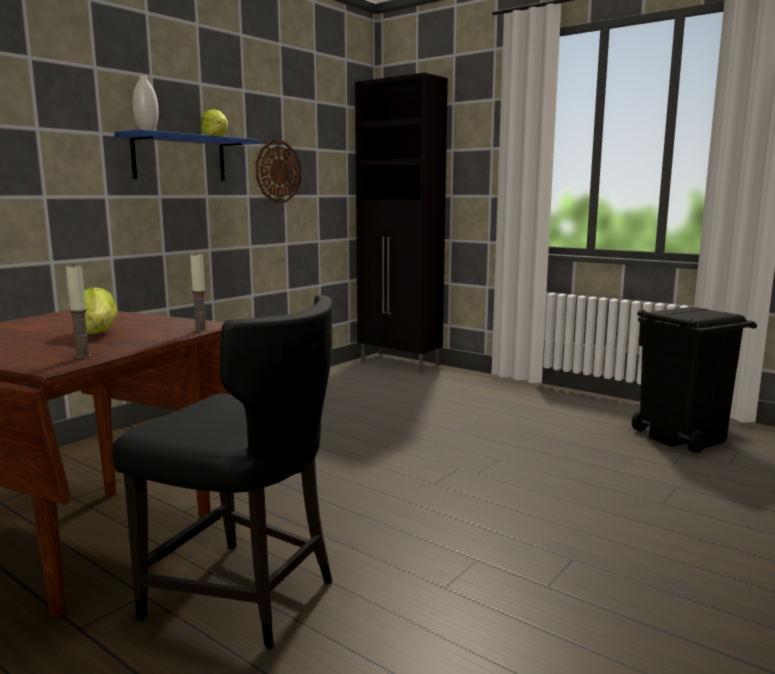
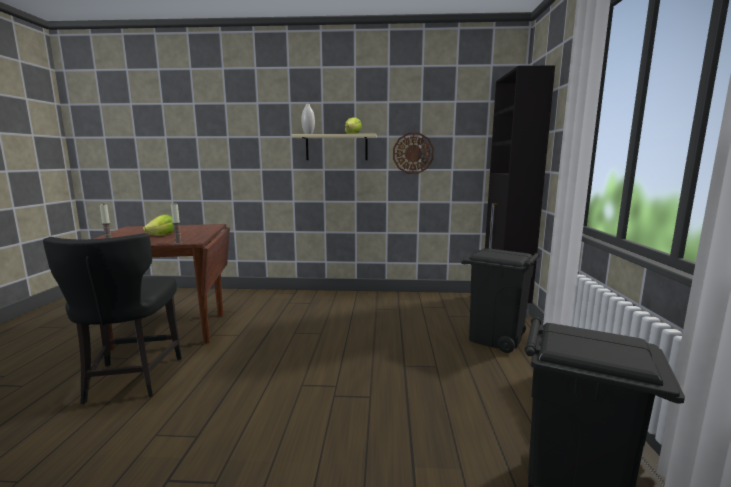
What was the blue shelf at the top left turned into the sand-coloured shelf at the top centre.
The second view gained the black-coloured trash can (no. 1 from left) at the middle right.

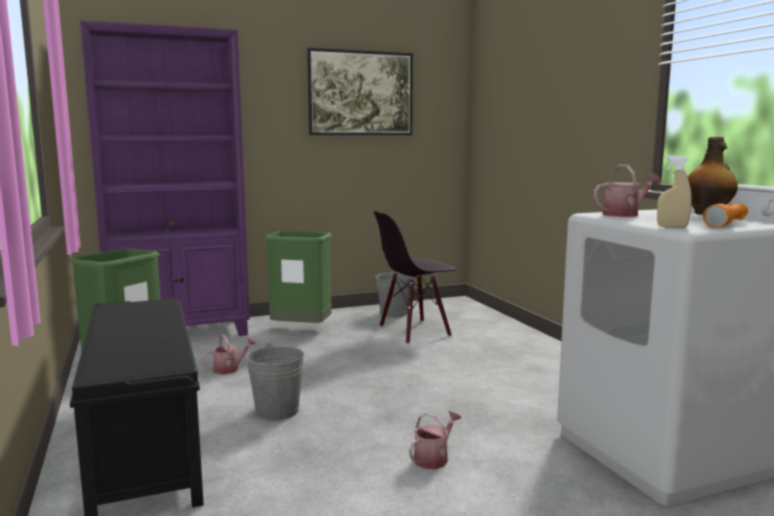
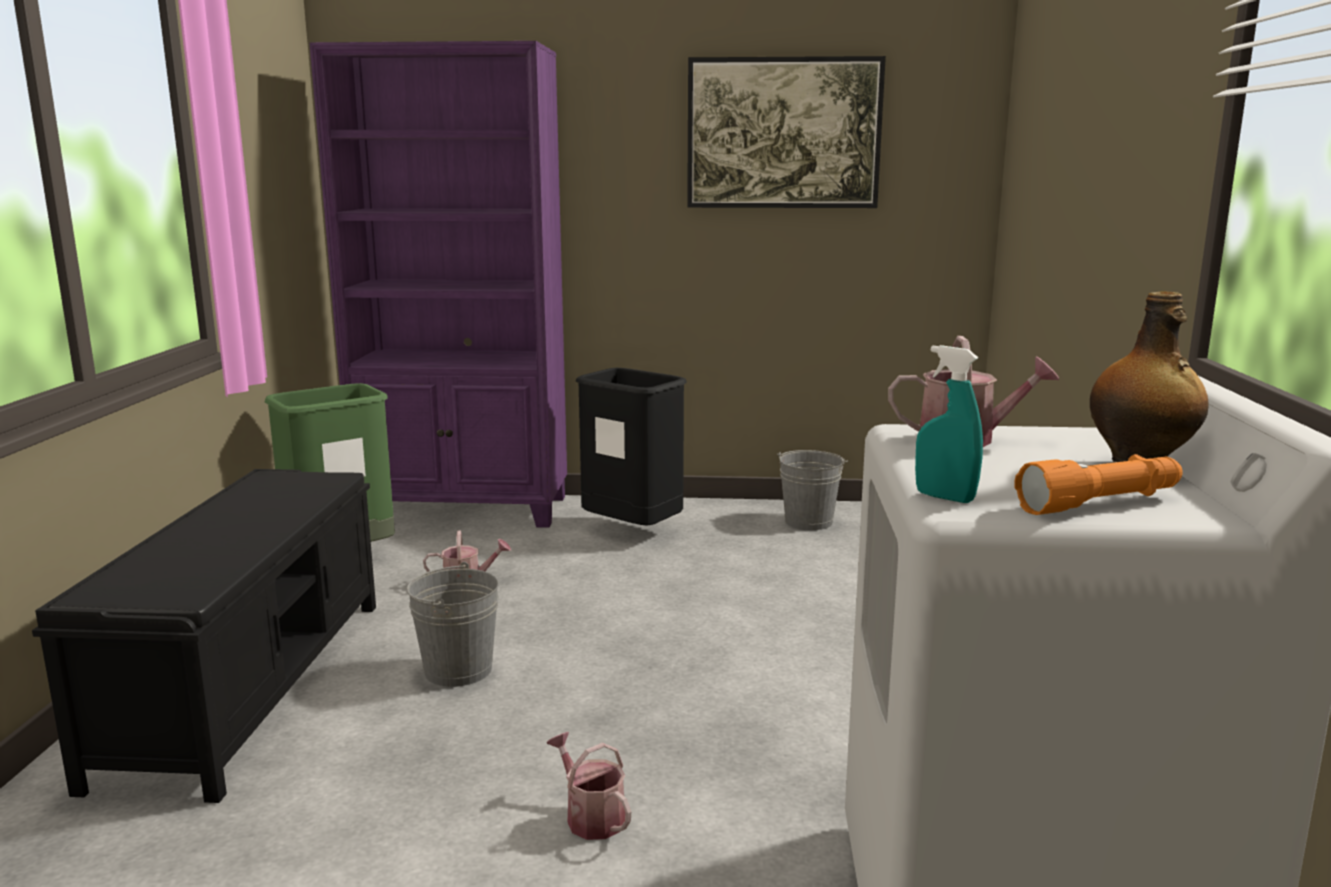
What was the sand-coloured sprayer at the middle right turned into the blue-green sprayer at the middle right.
The second view lost the black-coloured plain chair at the centre.
What was the green-coloured trash can (no. 2 from left) at the centre turned into the black-coloured trash can at the centre.
The sprinkling can (no. 2 from left) at the bottom centre ended up facing another way, 105 degrees counterclockwise from before.

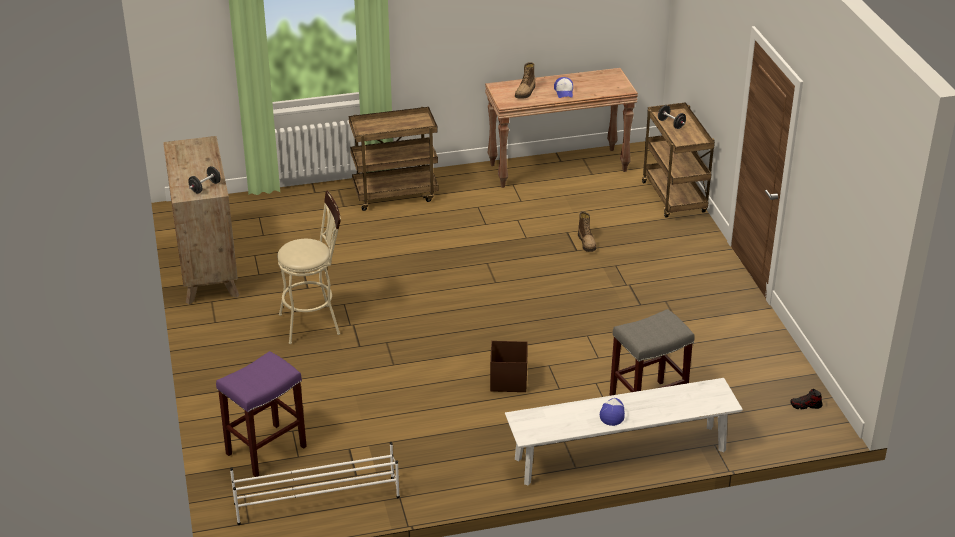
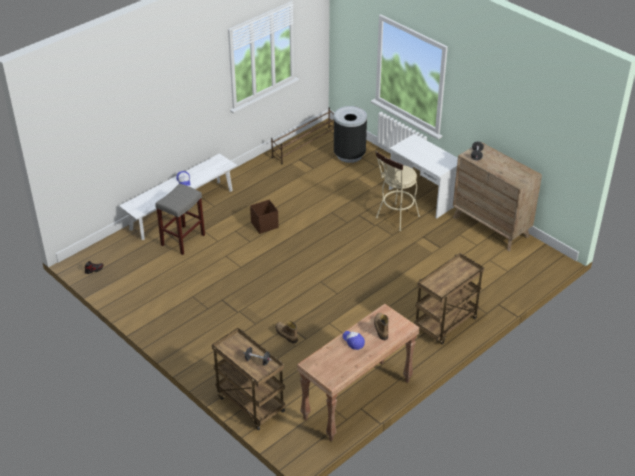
Where the purple stool seat stood at the bottom left, the black-coloured trash can came to stand at the top centre.
What was the white shoe shelf at the bottom left turned into the brown-coloured shoe shelf at the top centre.
The second view gained the white desk table at the centre.

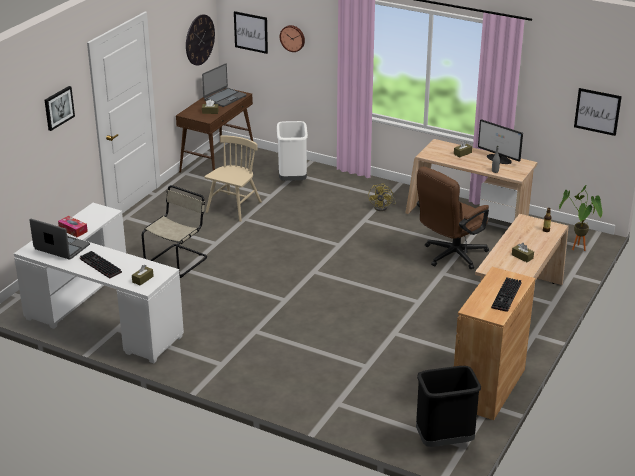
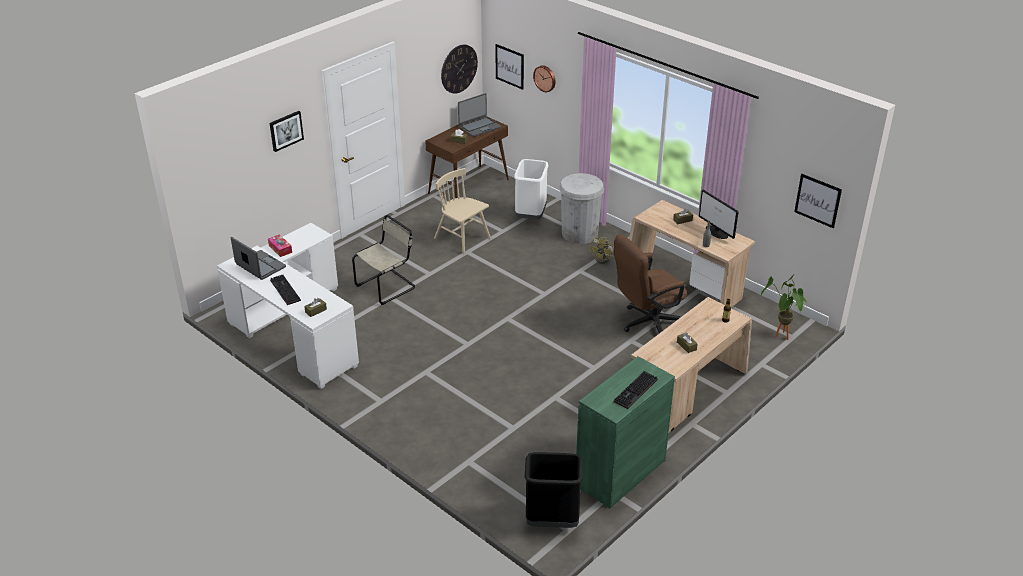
The sand-coloured plain chair (no. 2 from left) at the centre ended up facing another way, 90 degrees counterclockwise from before.
What was the brown-coloured storage cabinet at the bottom right turned into the green-coloured storage cabinet at the bottom centre.
The second view gained the white trash can (no. 2 from left) at the centre.

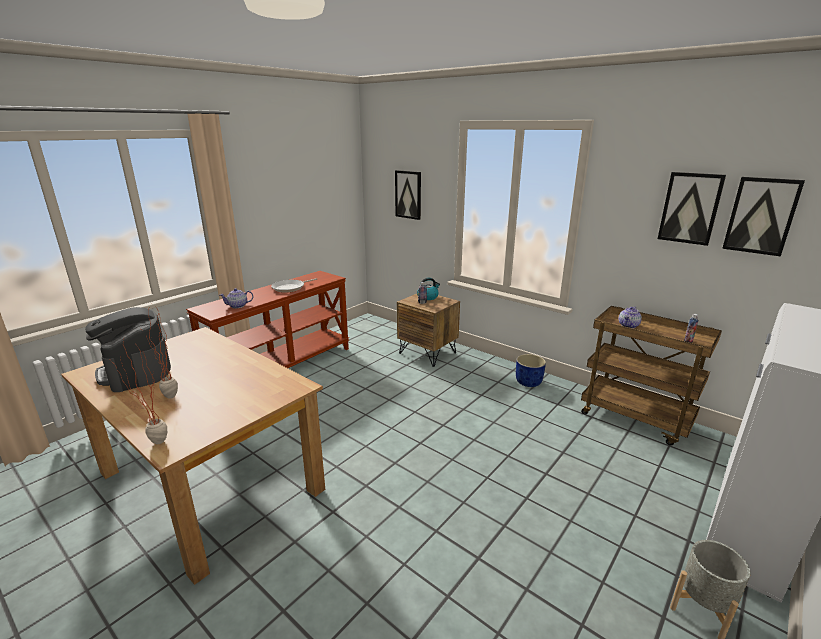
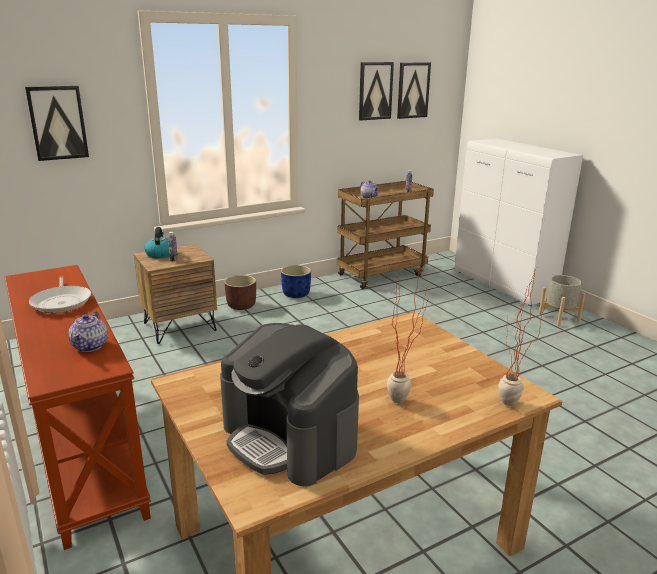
The coffee machine at the middle left ended up facing another way, 60 degrees clockwise from before.
The second view gained the brown-coloured plant pot at the centre.

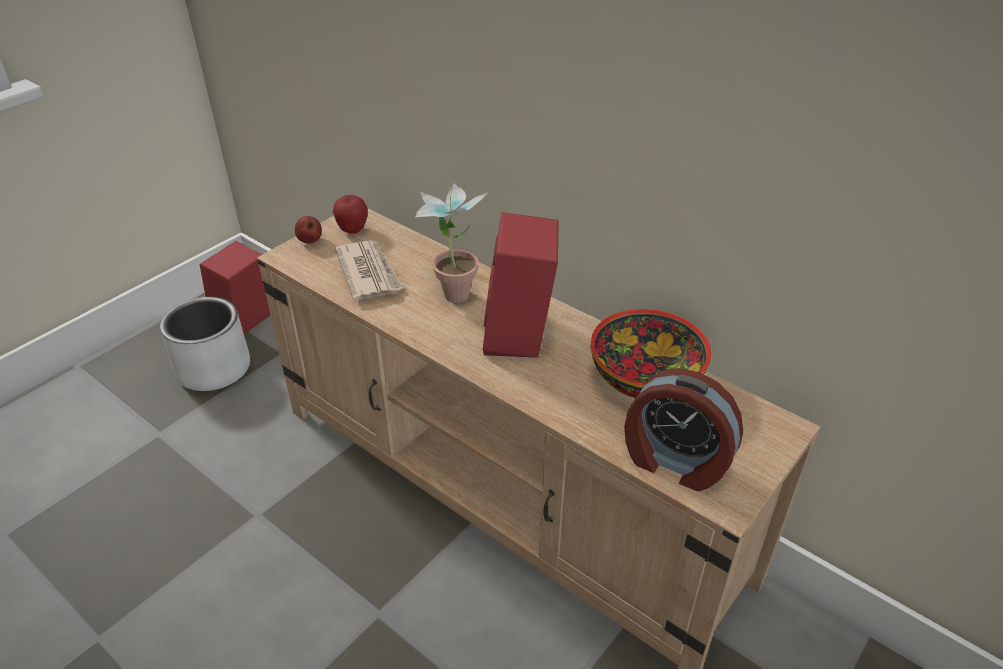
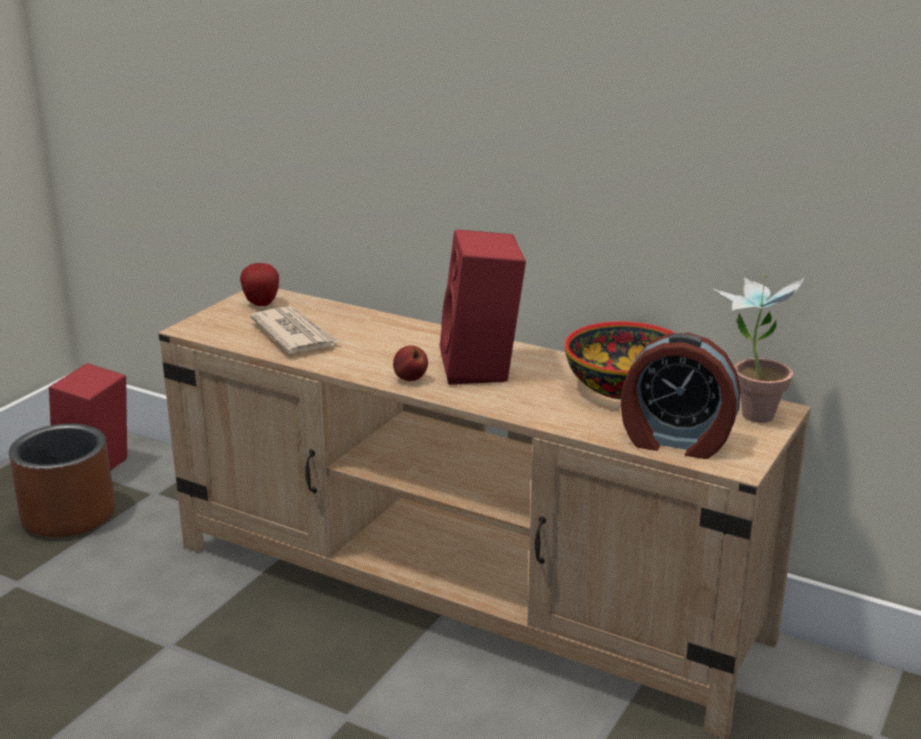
The potted plant ended up elsewhere, having gone from the centre to the middle right.
The whole apple (no. 1 from left in the first image) ended up elsewhere, having gone from the middle left to the centre.
What was the grey plant pot at the middle left turned into the brown-coloured plant pot at the middle left.

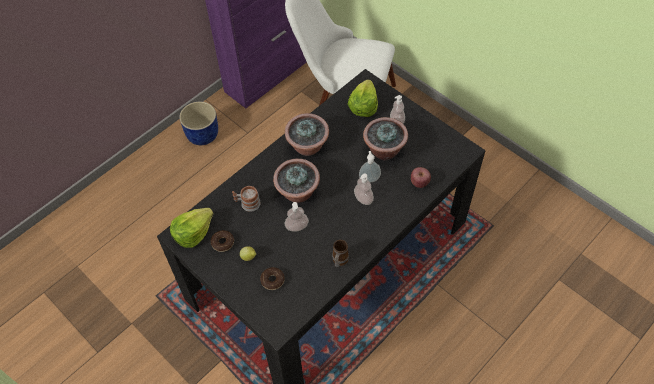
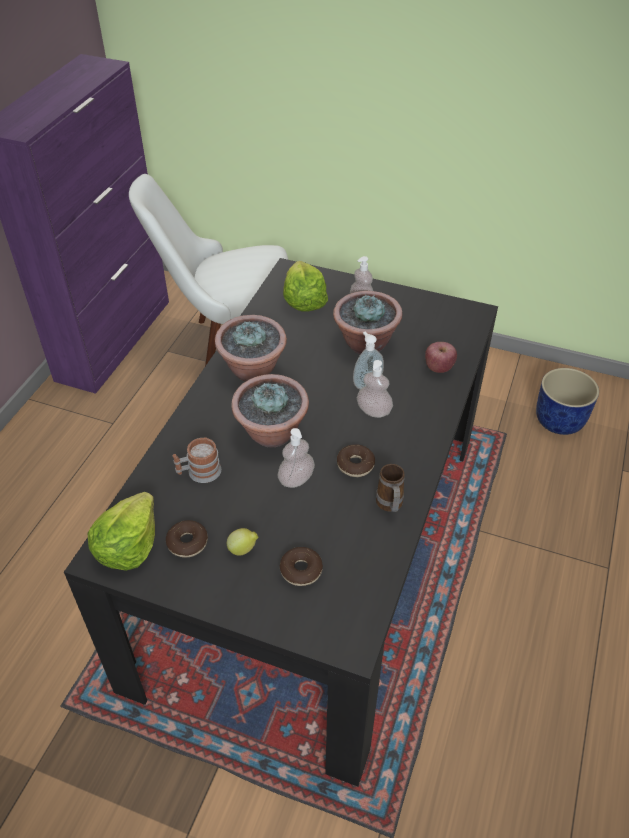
The blue plant pot ended up elsewhere, having gone from the top left to the middle right.
The second view gained the ring doughnut (no. 3 from left) at the centre.

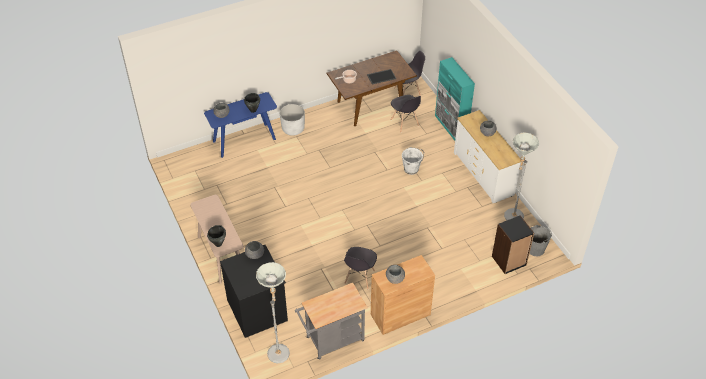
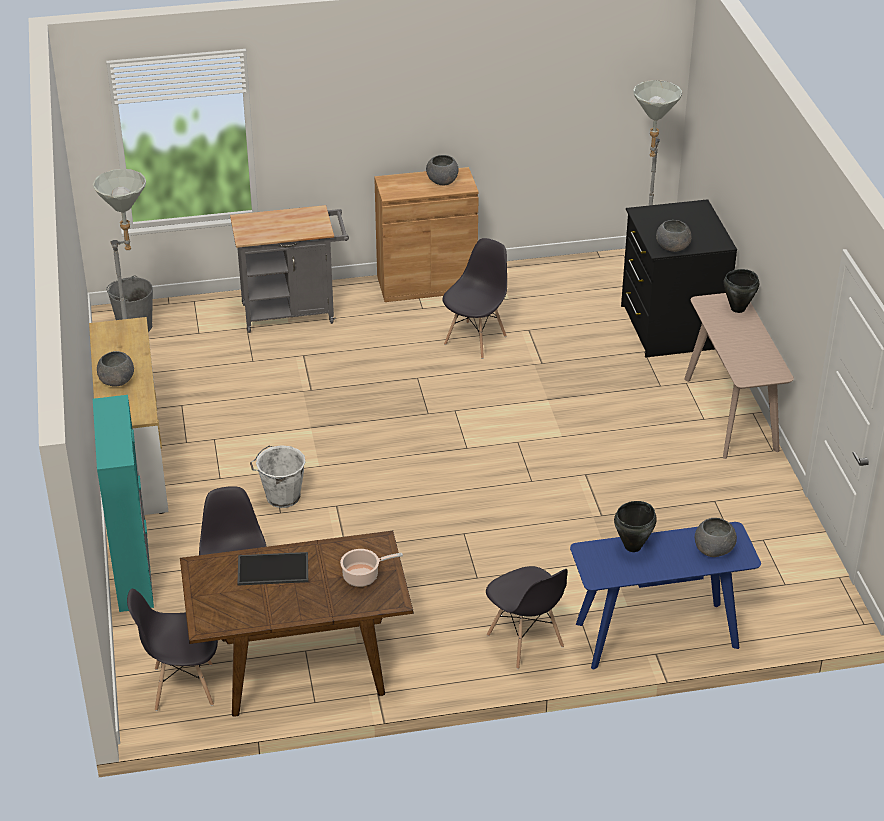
Where the white plant pot stood at the top centre, the grey plain chair (no. 4 from left) came to stand at the bottom centre.
The second view lost the black-coloured shelving unit at the middle right.
The grey trolley ended up elsewhere, having gone from the bottom centre to the top left.

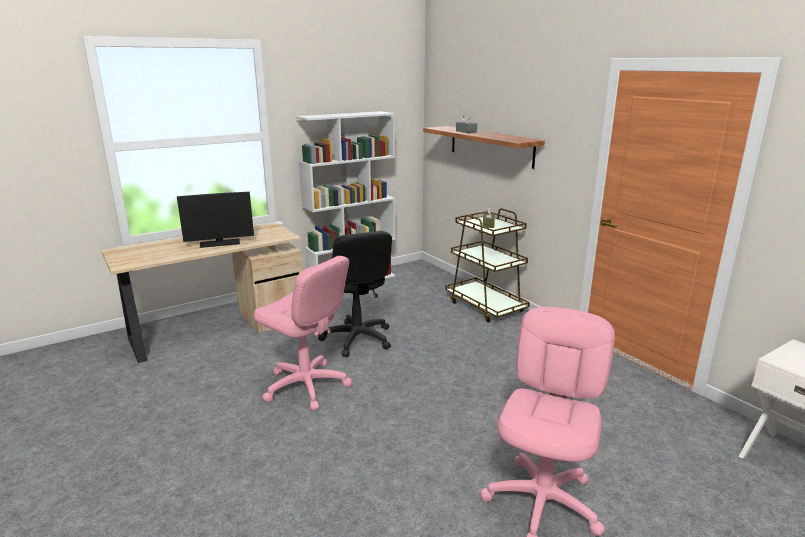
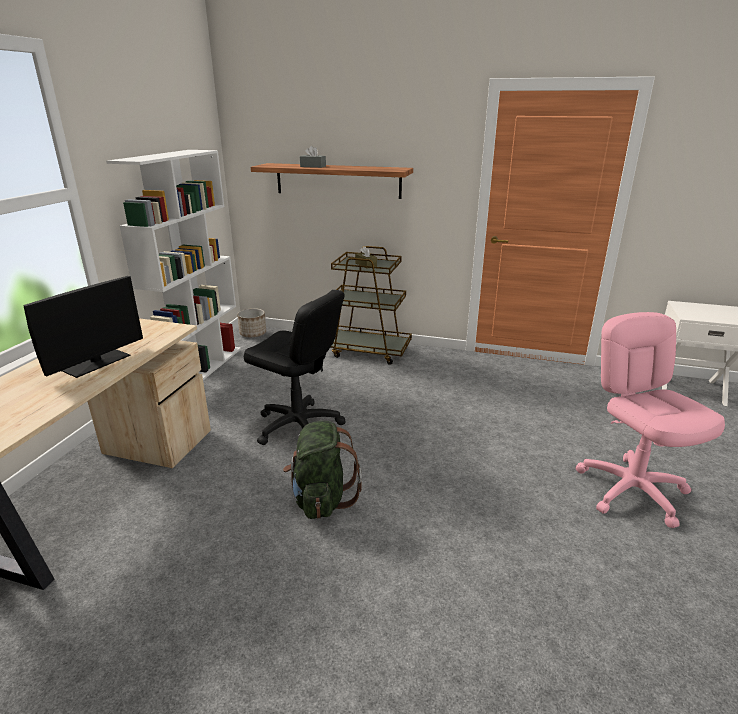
Where the pink-coloured office chair (no. 1 from left) stood at the centre, the green-coloured knapsack came to stand at the centre.
The second view gained the plant pot at the centre.

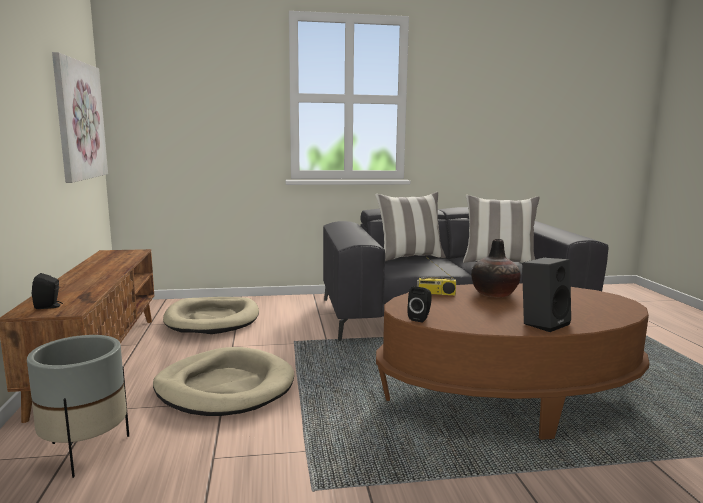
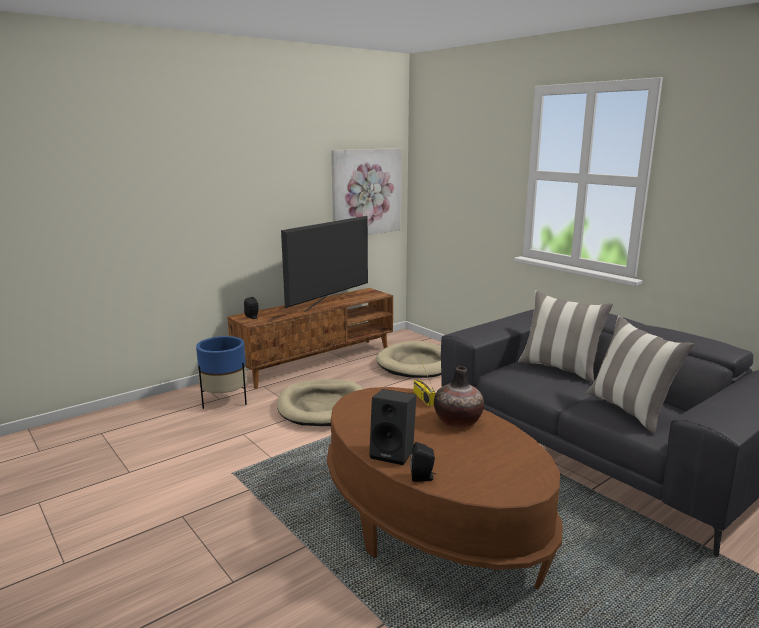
The black-coloured loudspeaker (no. 2 from left in the first image) ended up elsewhere, having gone from the centre to the bottom centre.
What was the grey plant pot at the bottom left turned into the blue plant pot at the middle left.
The second view gained the TV set at the centre.

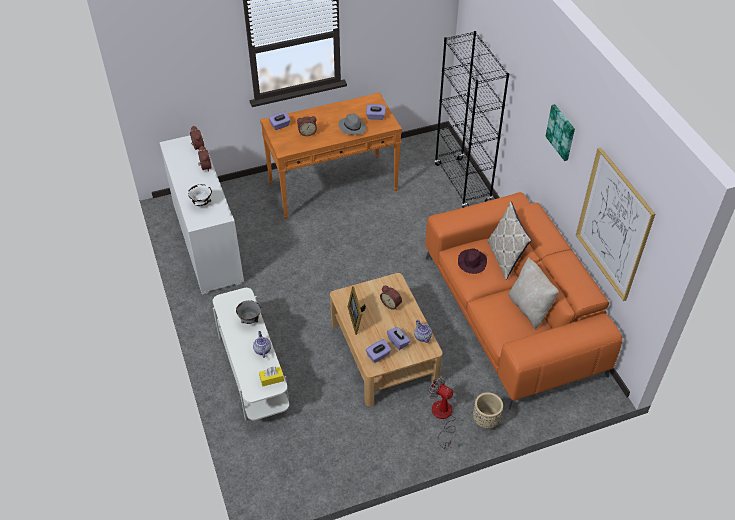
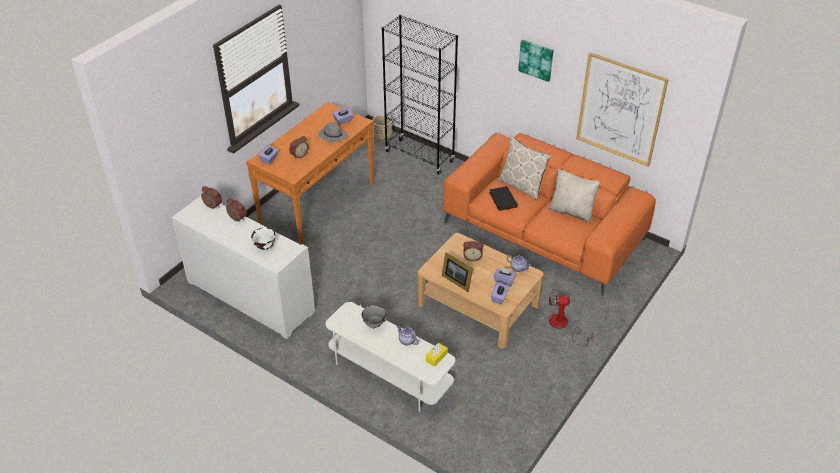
Where the purple wearable hat stood at the centre, the black-coloured volume came to stand at the centre.
The sand-coloured plant pot ended up elsewhere, having gone from the bottom centre to the top centre.

